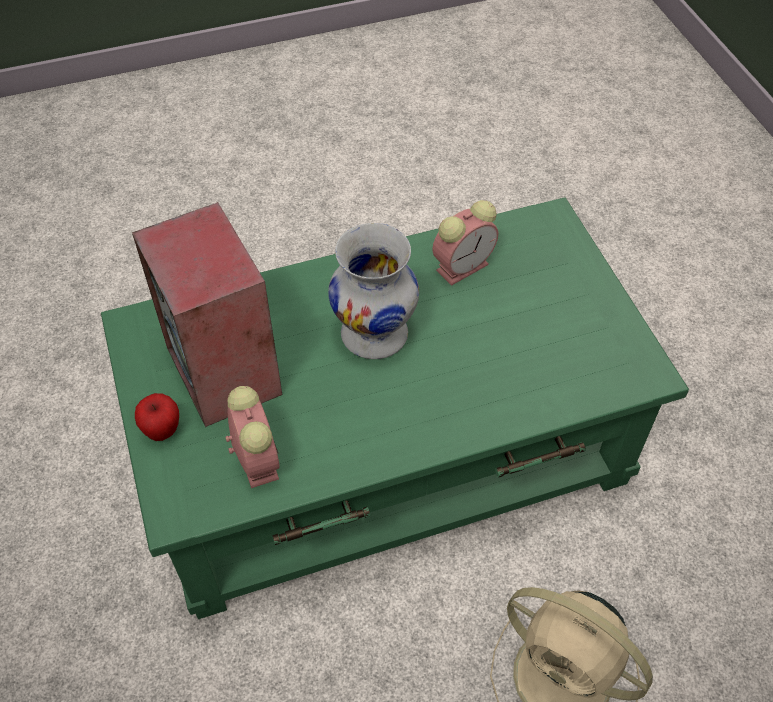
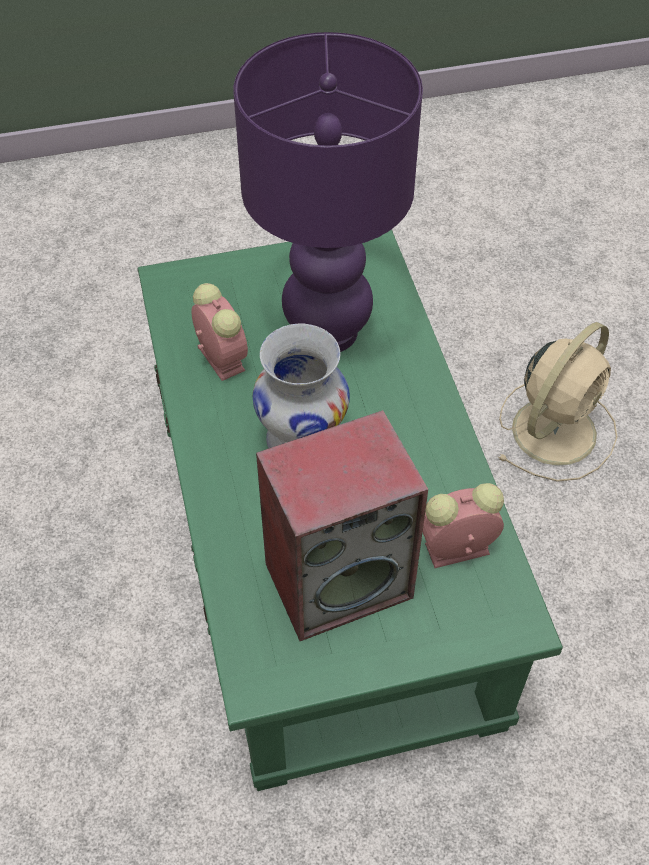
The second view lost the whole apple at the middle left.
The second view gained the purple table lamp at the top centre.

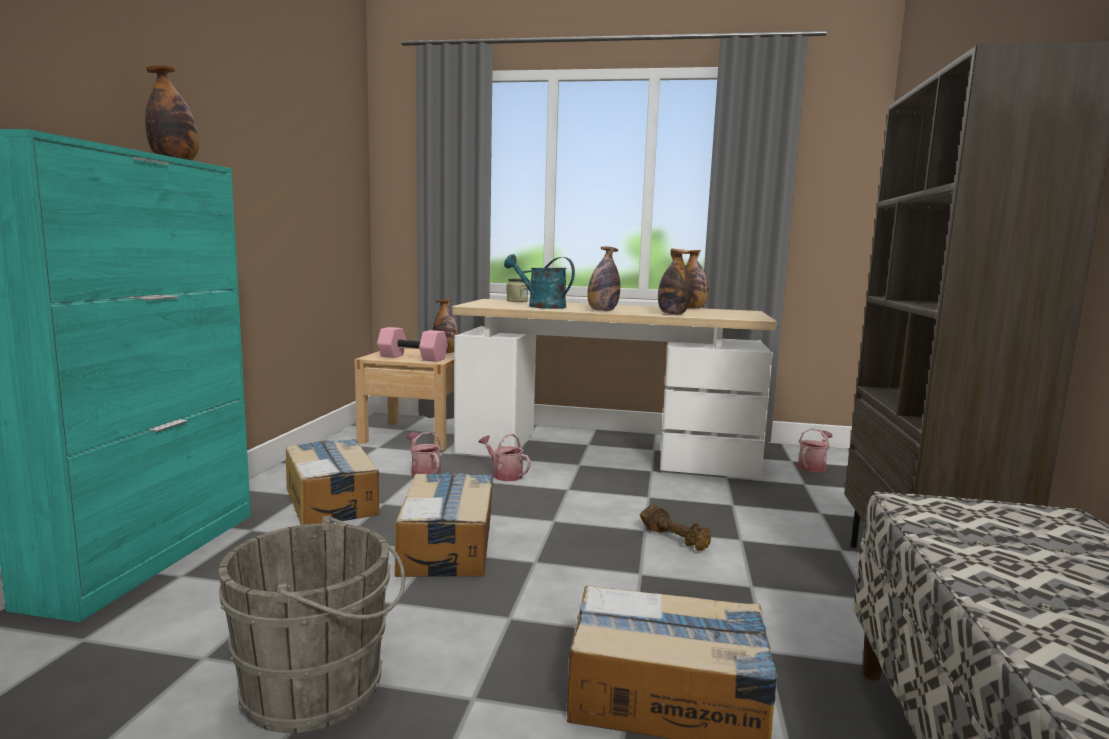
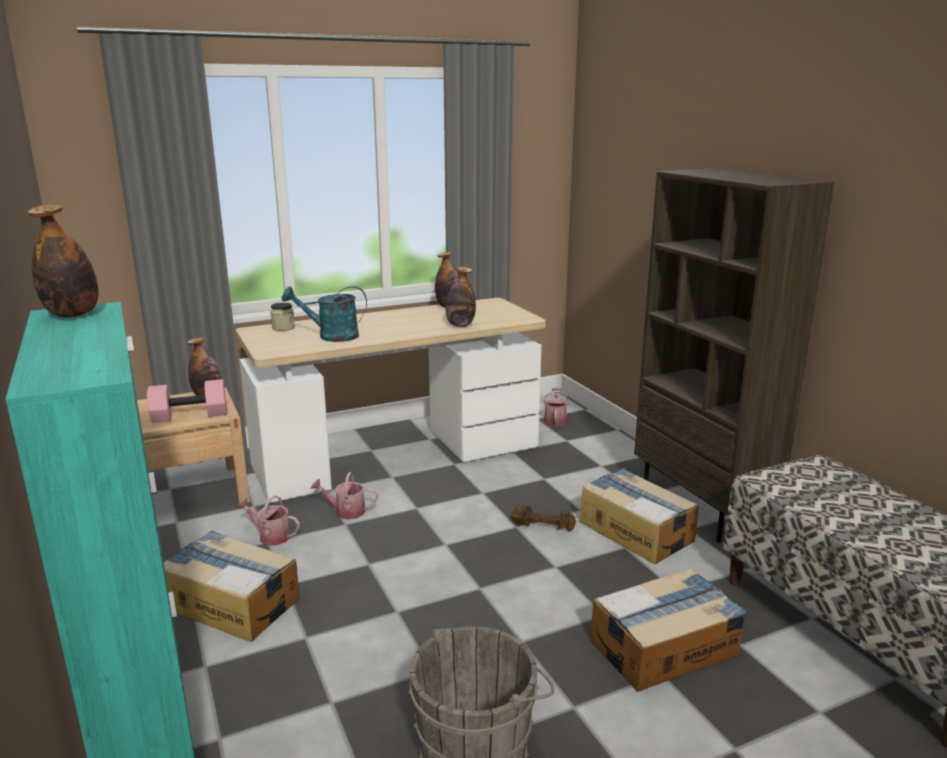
The second view lost the bottle (no. 3 from left) at the centre.
The packing box (no. 2 from left) ended up elsewhere, having gone from the bottom centre to the bottom right.

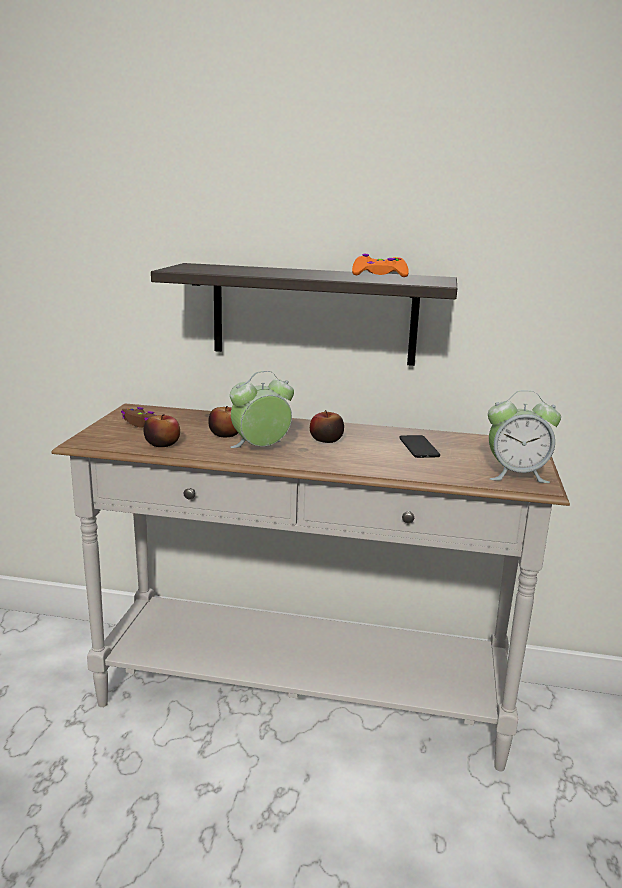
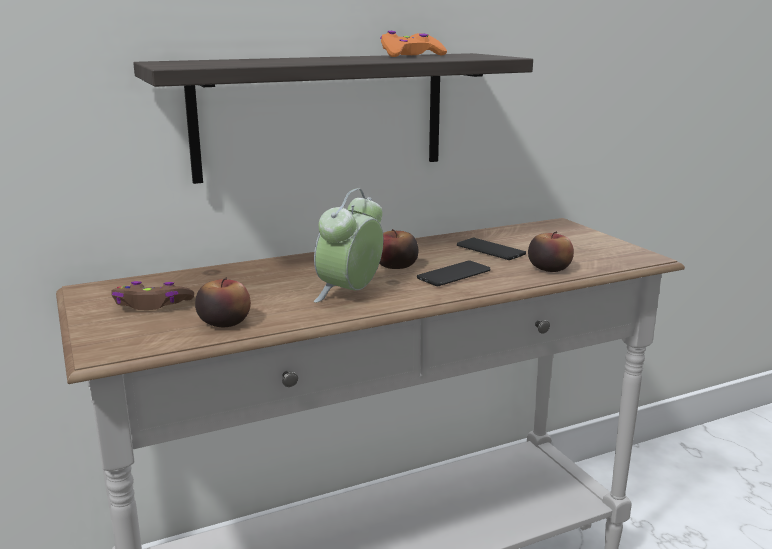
The second view lost the alarm clock (no. 2 from left) at the middle right.
The whole apple (no. 2 from left in the first image) ended up elsewhere, having gone from the centre to the middle right.
The second view gained the handset (no. 1 from left) at the centre.

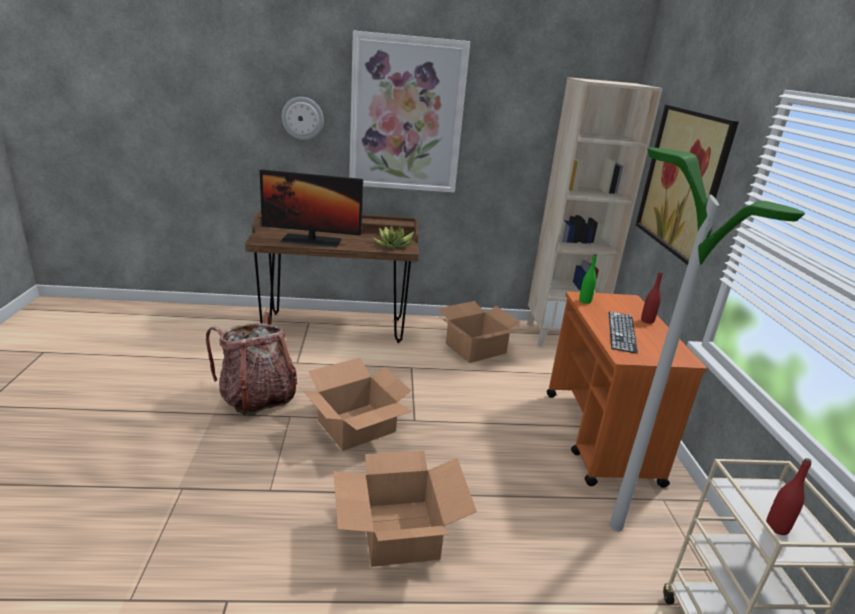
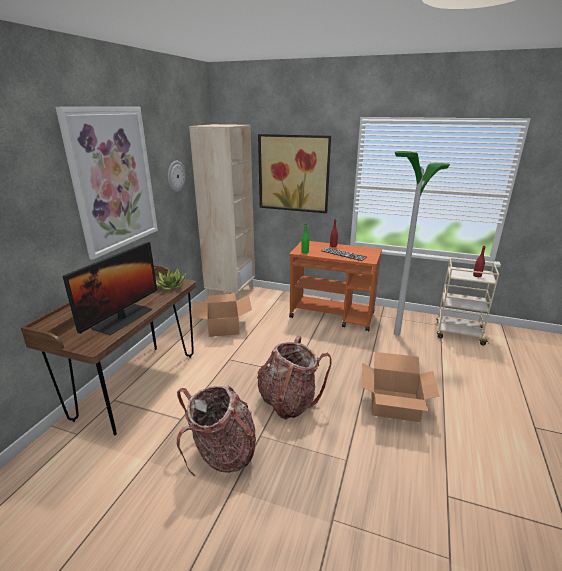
The wall clock ended up elsewhere, having gone from the top centre to the top left.
Where the packing box (no. 1 from left) stood at the centre, the knapsack (no. 2 from left) came to stand at the centre.

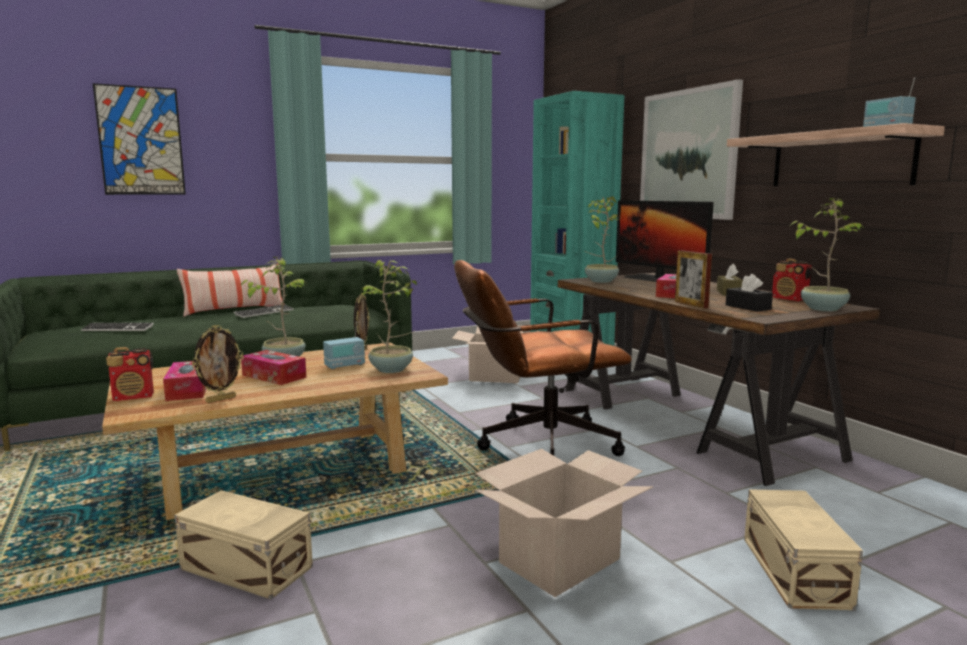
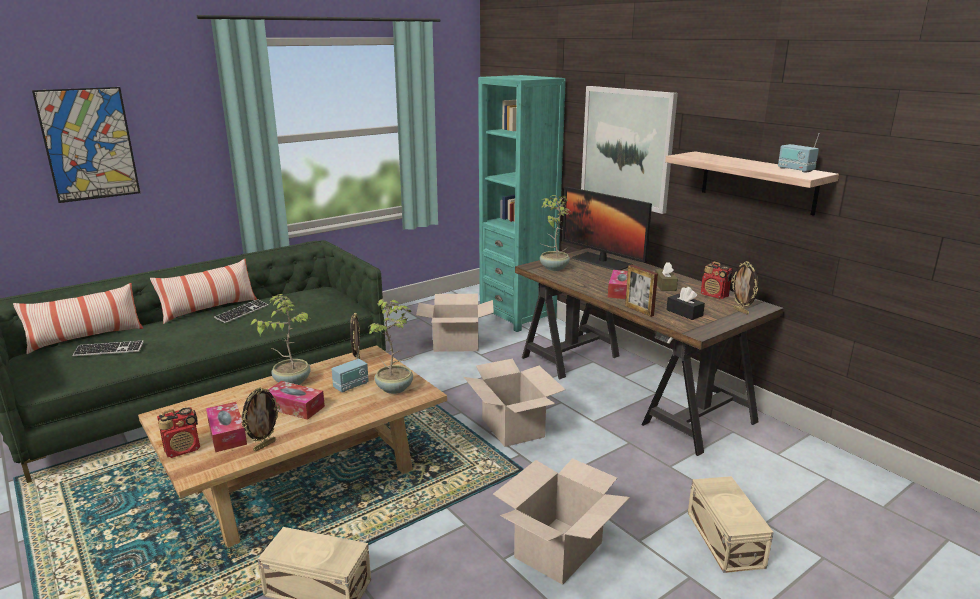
Where the potted plant (no. 4 from left) stood at the middle right, the photo frame (no. 4 from left) came to stand at the middle right.
Where the brown-coloured office chair stood at the centre, the packing box (no. 2 from left) came to stand at the bottom centre.
The second view gained the cushion (no. 1 from left) at the middle left.

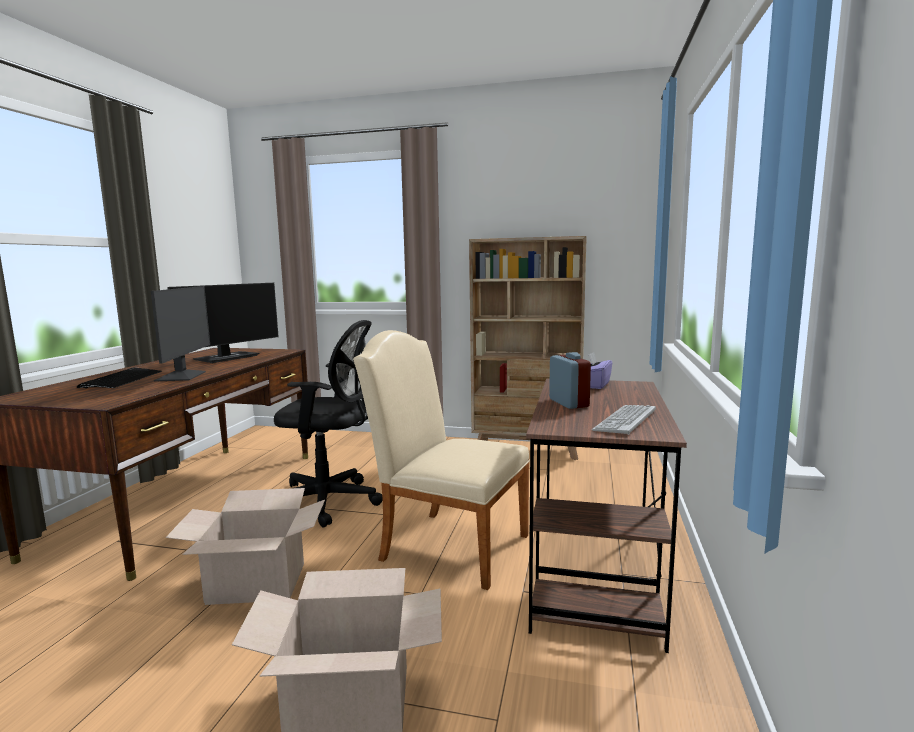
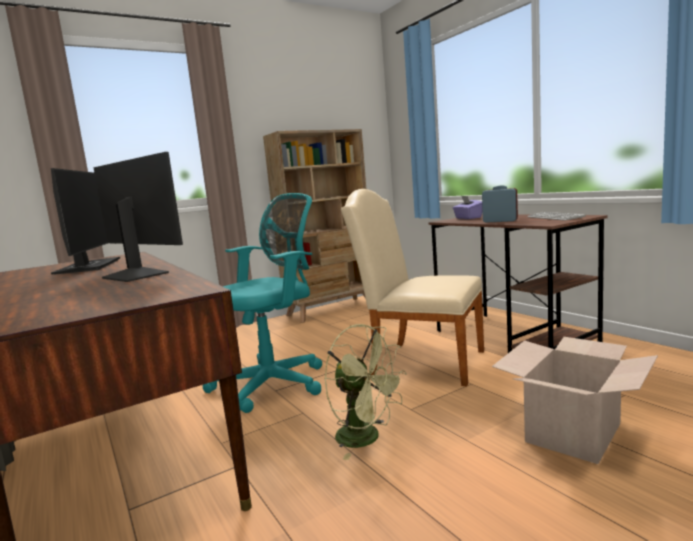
What was the black-coloured office chair at the centre turned into the blue-green office chair at the centre.
The sand-coloured plain chair at the centre ended up facing another way, 45 degrees clockwise from before.
The second view lost the PC keyboard (no. 1 from left) at the middle left.
Where the packing box (no. 1 from left) stood at the bottom left, the green-coloured electric fan came to stand at the bottom centre.

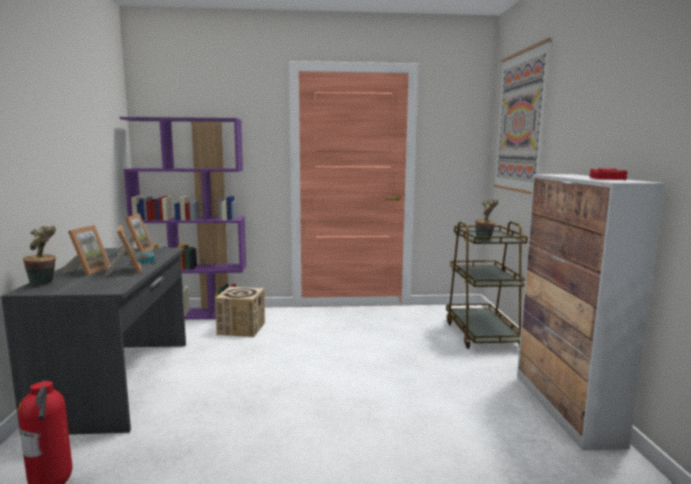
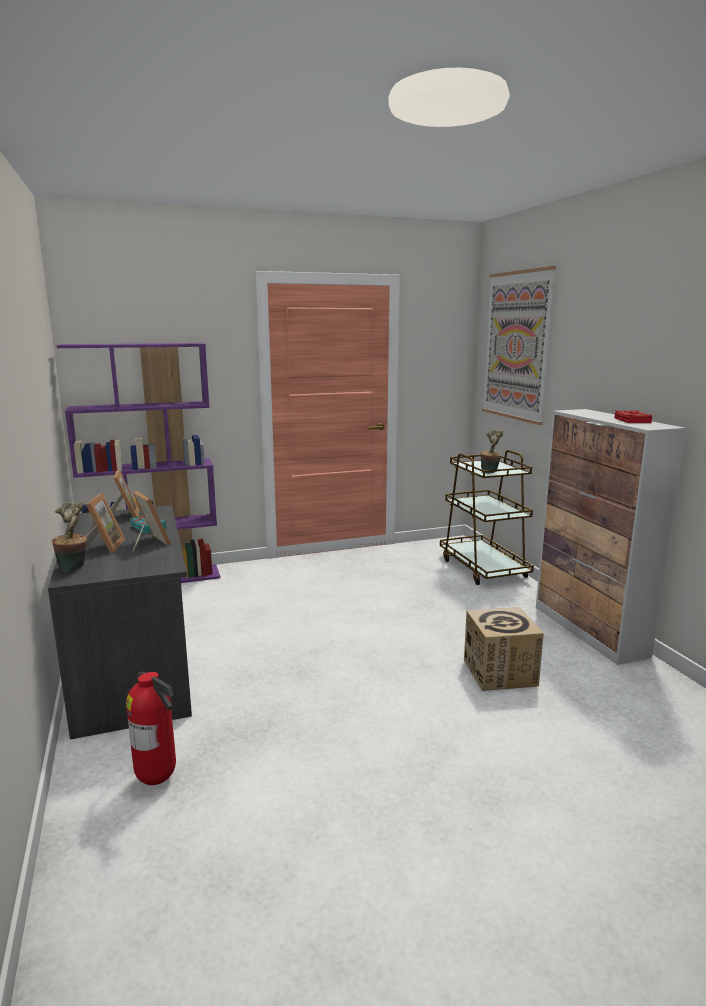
The packing box ended up elsewhere, having gone from the centre to the middle right.

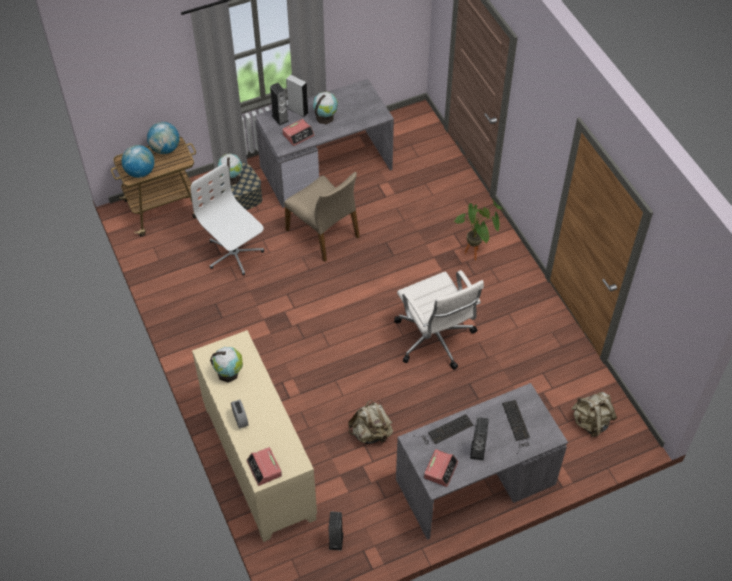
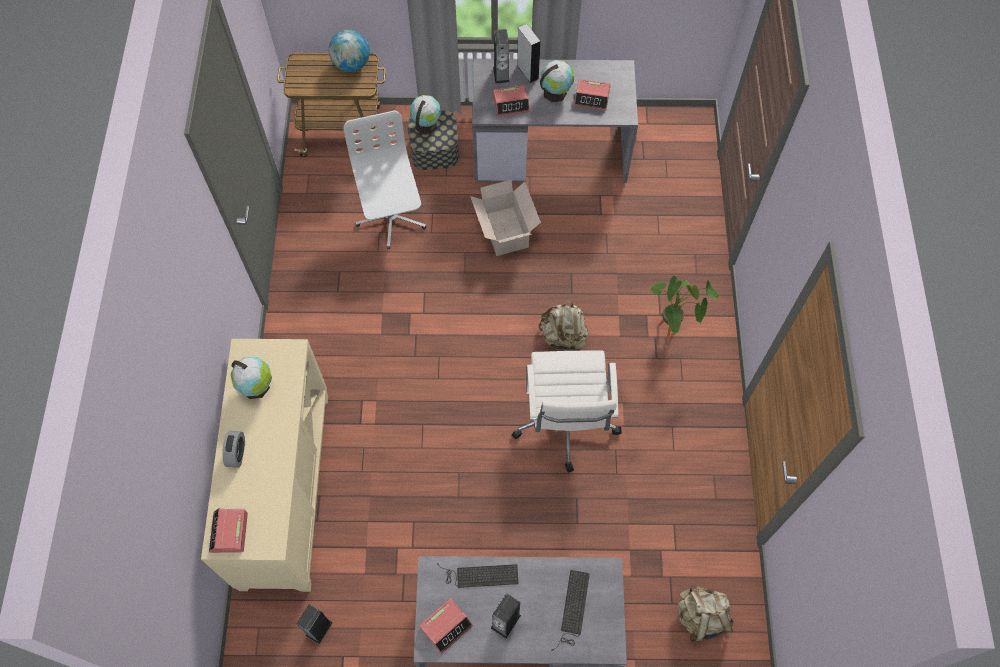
The second view lost the world globe (no. 1 from left) at the top left.
Where the sand-coloured plain chair stood at the centre, the packing box came to stand at the top centre.
The sand-coloured knapsack (no. 1 from left) ended up elsewhere, having gone from the bottom centre to the centre.
The second view gained the alarm clock (no. 5 from left) at the top centre.

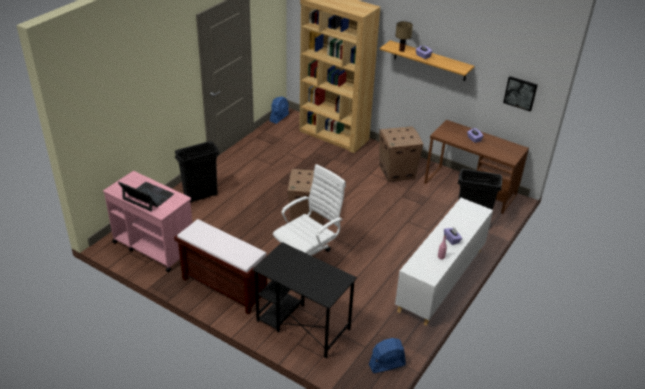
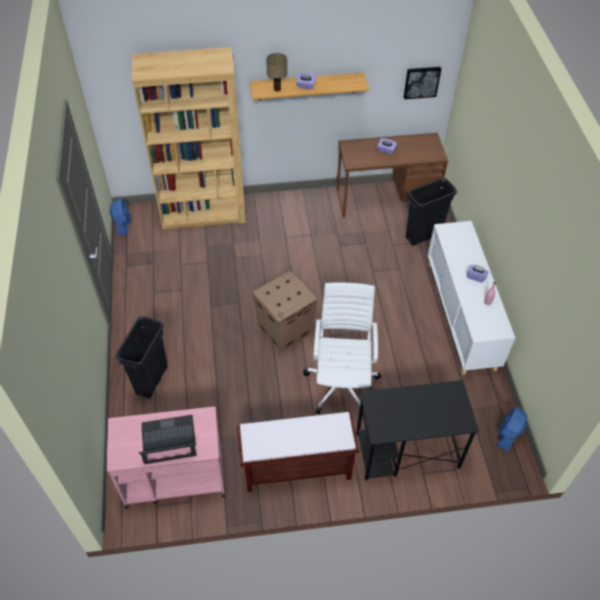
The second view lost the packing box (no. 2 from left) at the centre.

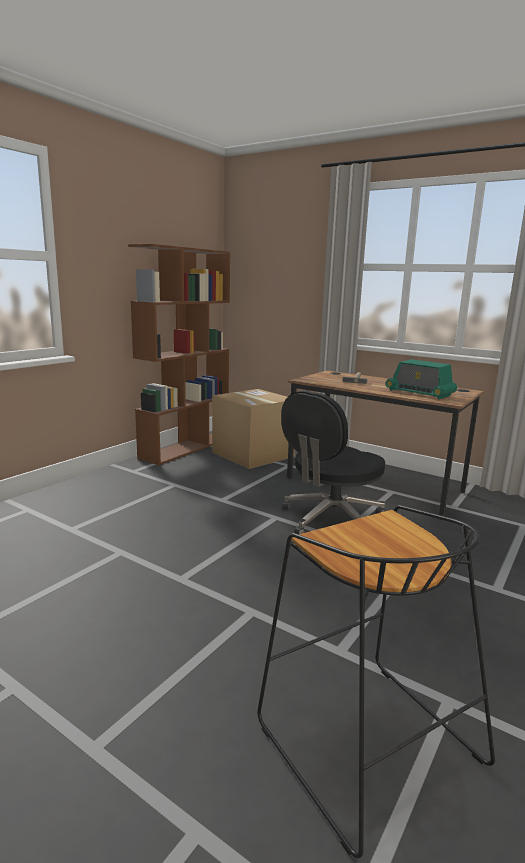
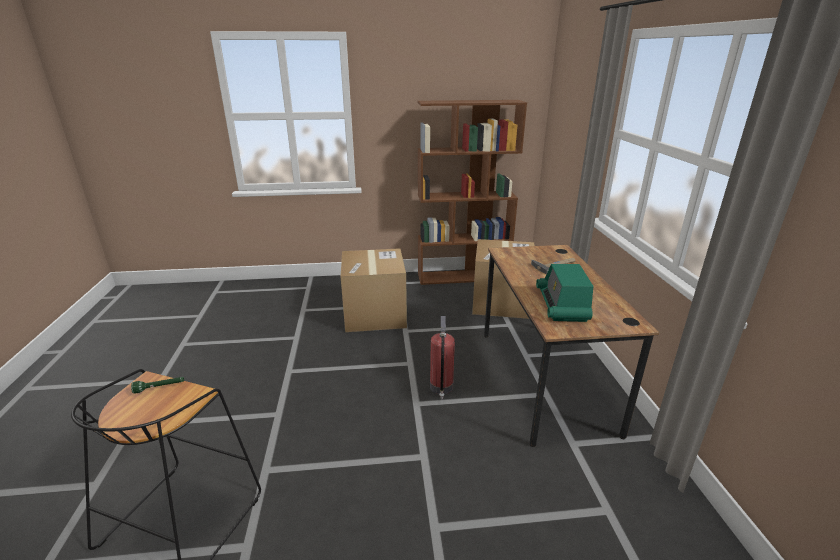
Where the black-coloured office chair stood at the centre, the extinguisher came to stand at the centre.
The second view gained the packing box (no. 1 from left) at the centre.
The second view gained the green-coloured torch at the bottom left.

